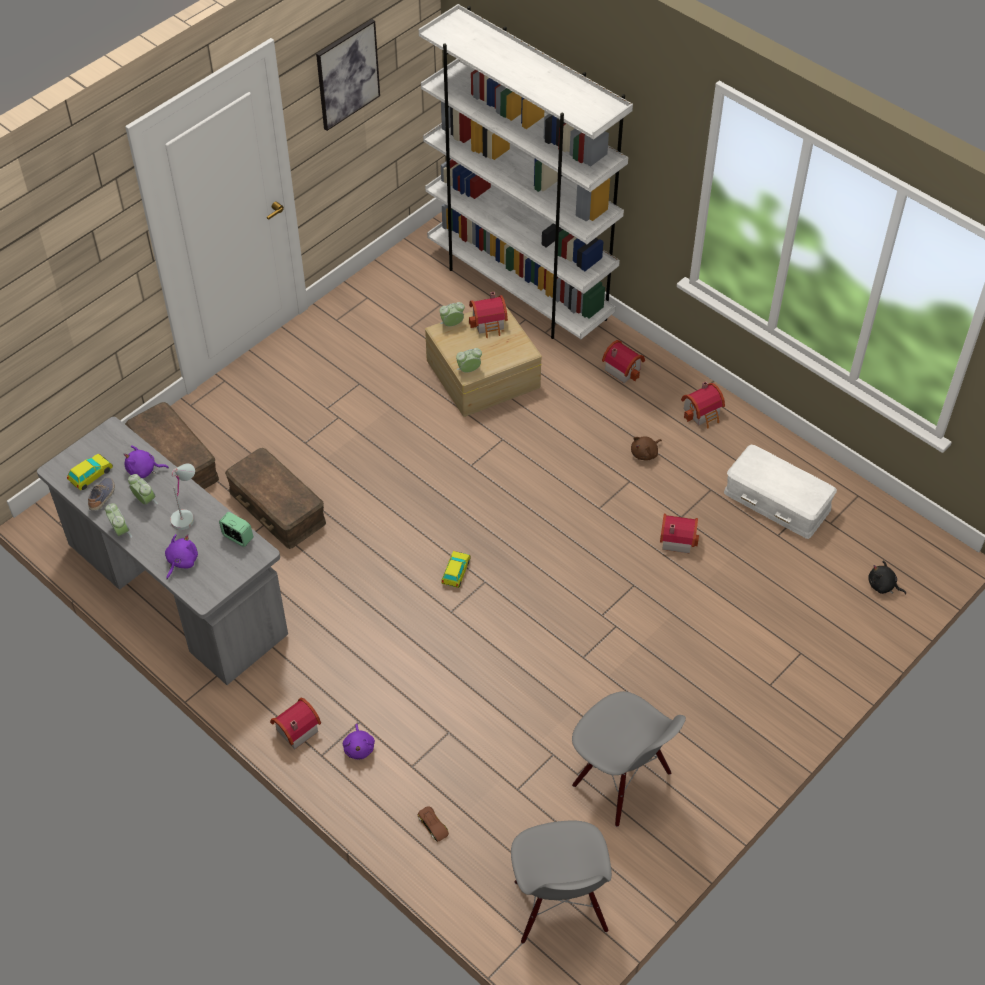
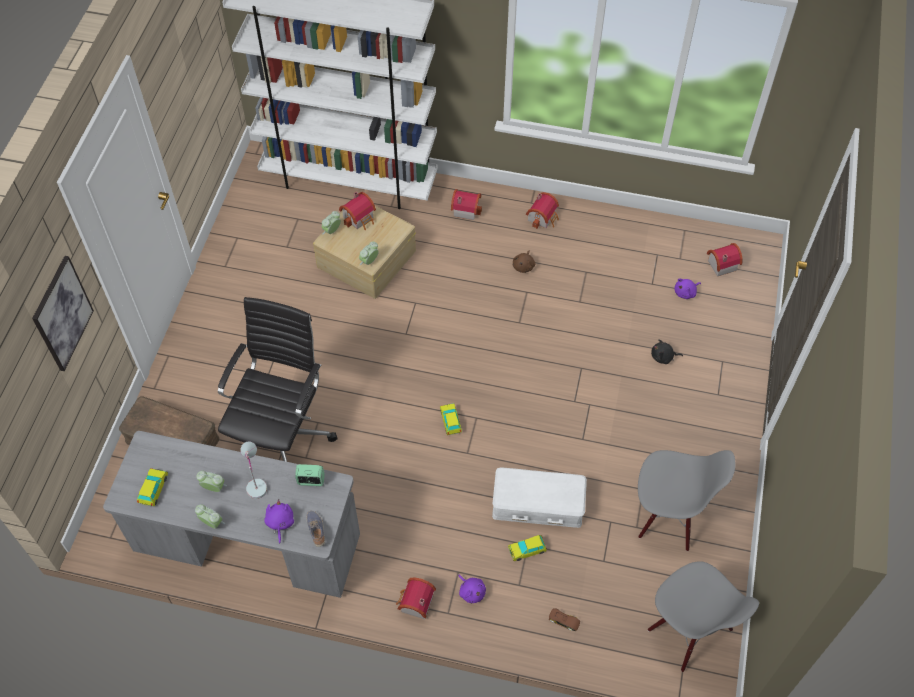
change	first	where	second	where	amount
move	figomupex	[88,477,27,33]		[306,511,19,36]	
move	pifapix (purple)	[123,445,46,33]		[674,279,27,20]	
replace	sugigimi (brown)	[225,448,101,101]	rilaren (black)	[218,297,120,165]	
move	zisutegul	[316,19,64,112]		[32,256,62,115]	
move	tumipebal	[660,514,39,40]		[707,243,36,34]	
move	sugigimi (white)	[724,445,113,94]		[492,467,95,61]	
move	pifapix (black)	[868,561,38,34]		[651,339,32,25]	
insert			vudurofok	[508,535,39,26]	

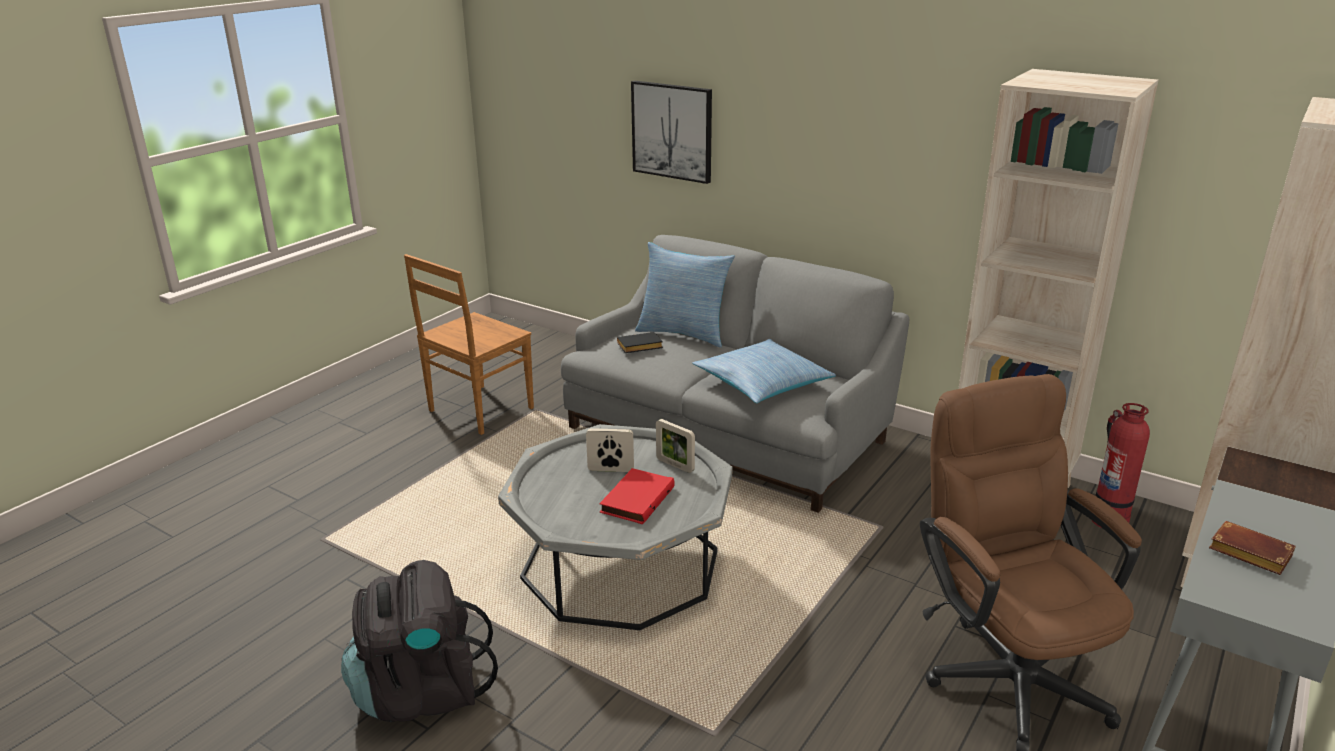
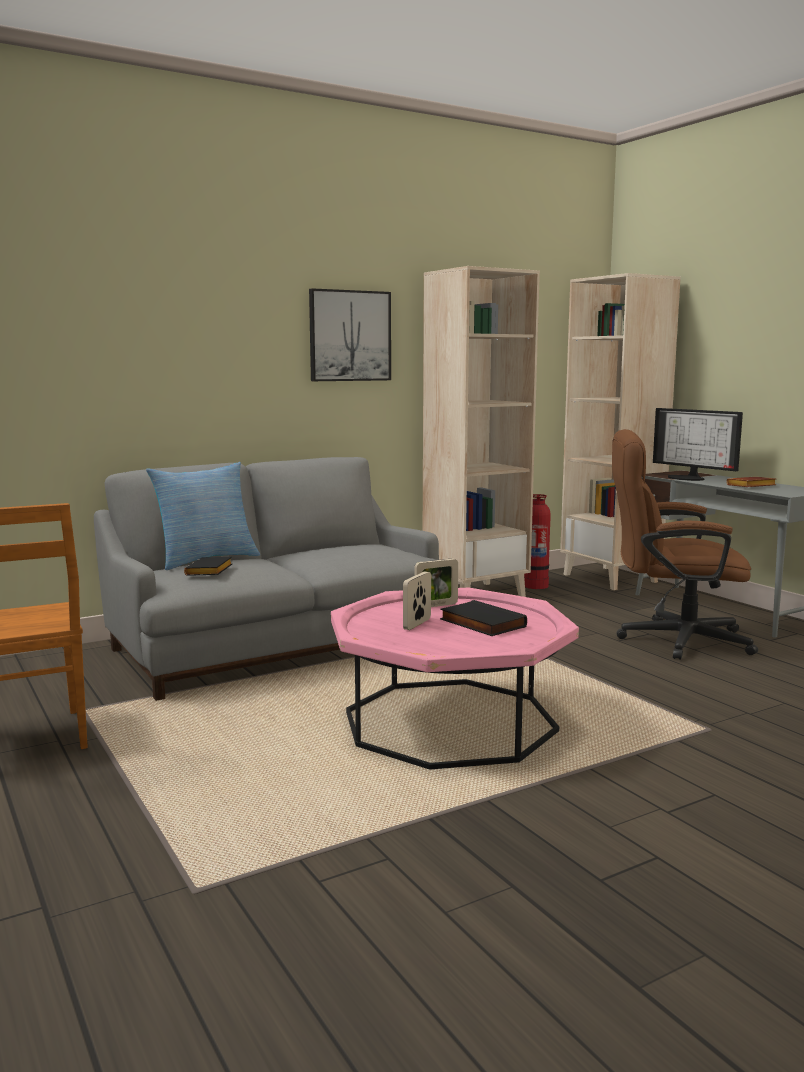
change	first	where	second	where	amount
delete	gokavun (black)	[341,560,157,162]			
recolor	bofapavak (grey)	[498,424,235,206]	bofapavak (pink)	[331,588,248,182]	
recolor	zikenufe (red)	[599,468,76,56]	zikenufe (black)	[440,600,87,36]	
move	zisutegul	[631,81,81,103]		[309,288,82,93]	
delete	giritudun	[692,339,144,64]			
insert			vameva	[653,408,90,73]	

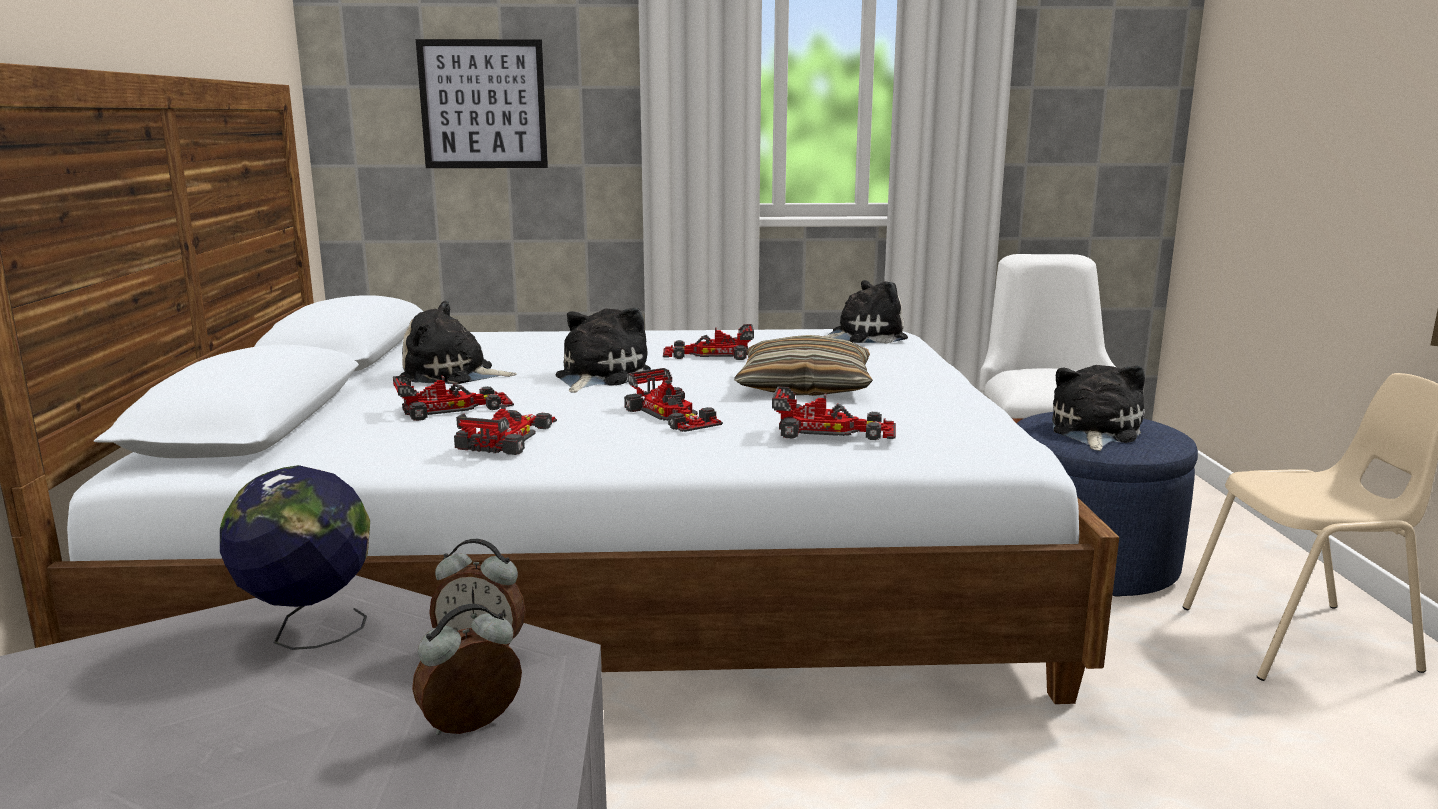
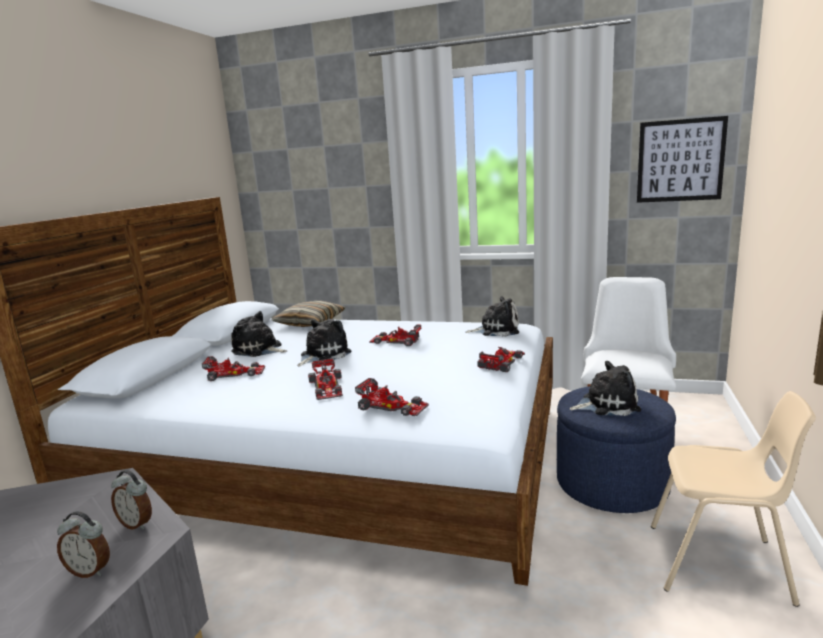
change	first	where	second	where	amount
delete	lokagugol	[220,465,150,185]			
rotate	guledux	[412,604,110,131]		[57,511,53,67]	150 degrees counterclockwise
move	zisutegul	[416,39,132,129]		[637,116,91,87]	
move	vudurofok	[454,404,103,51]		[477,347,48,25]	
move	giritudun	[734,335,139,61]		[271,301,75,26]	
rotate	pifapix	[1052,365,93,86]		[570,361,71,55]	45 degrees clockwise

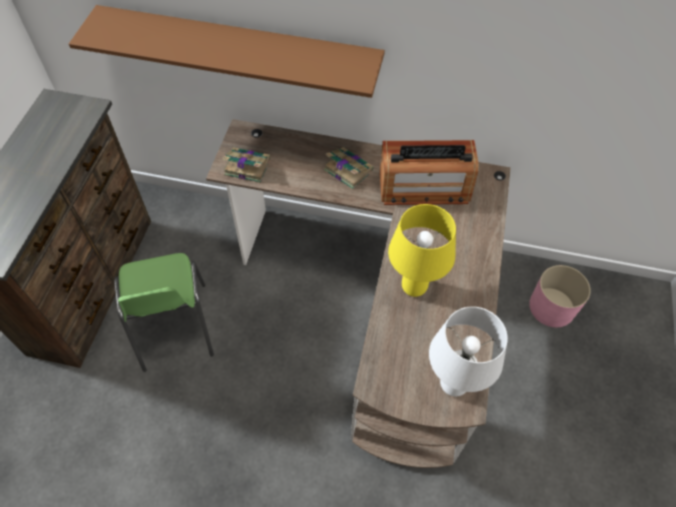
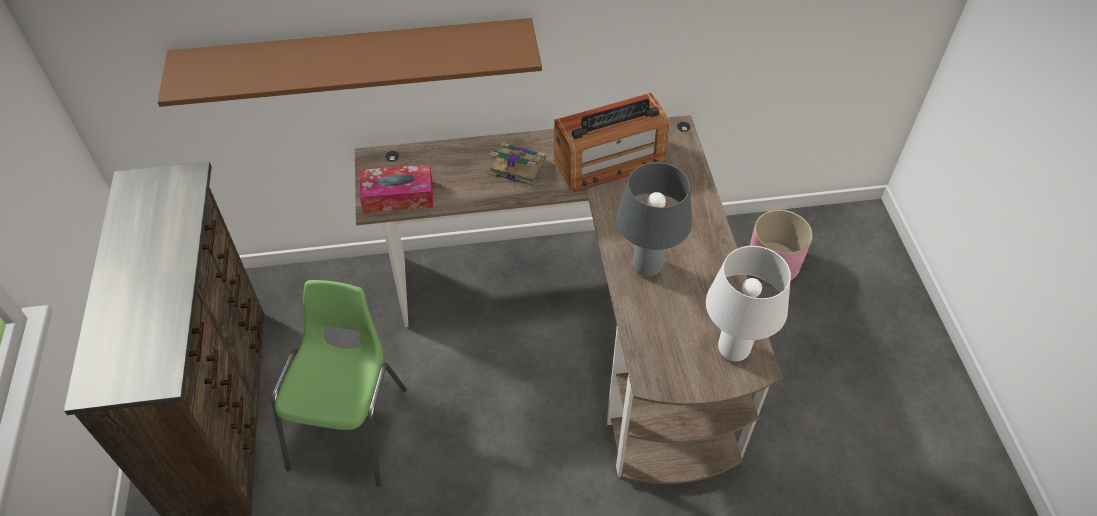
change	first	where	second	where	amount
rotate	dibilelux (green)	[114,253,100,119]		[271,280,136,206]	135 degrees counterclockwise
replace	zikenufe	[222,147,48,36]	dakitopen	[359,164,74,49]	
recolor	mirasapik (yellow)	[388,204,68,93]	mirasapik (grey)	[616,162,76,114]	

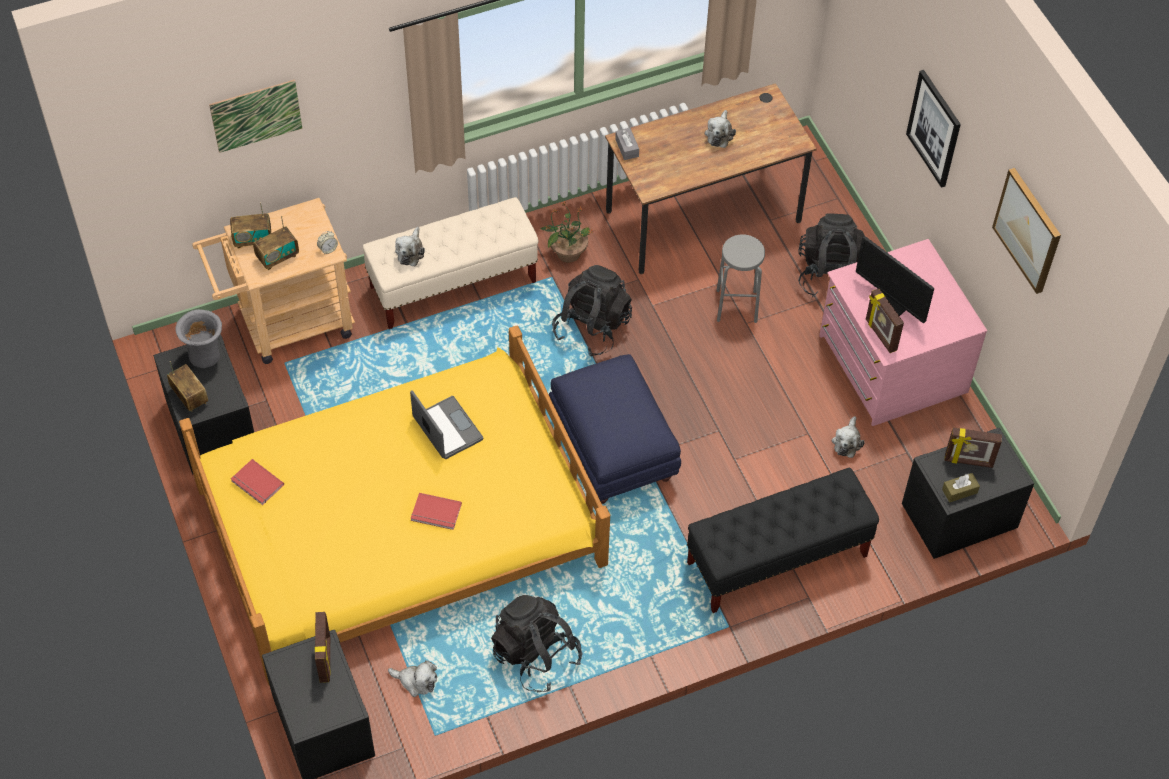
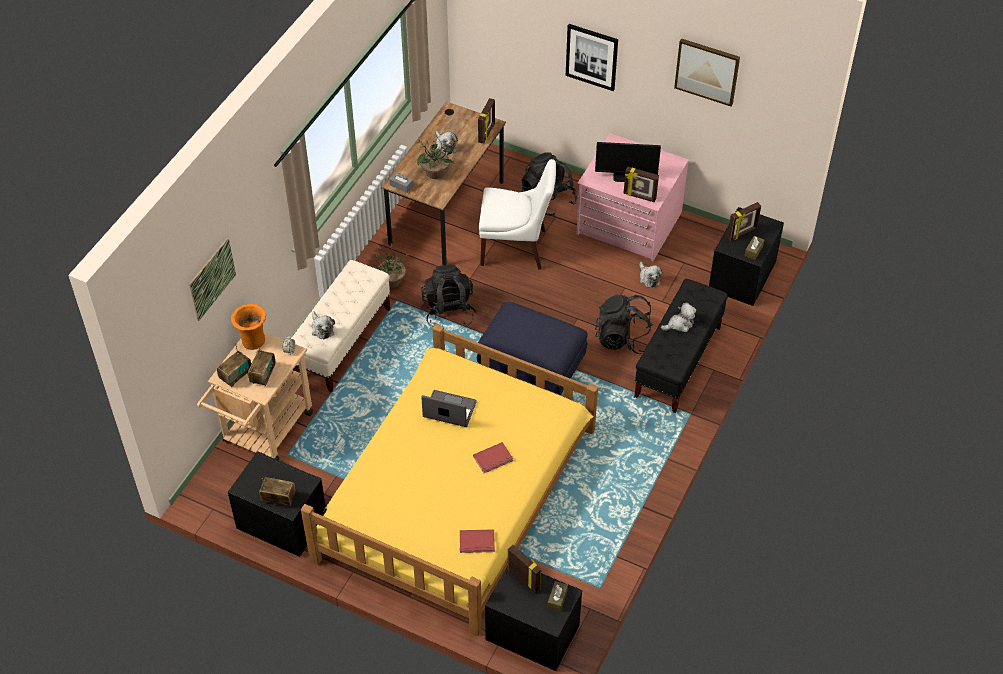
change	first	where	second	where	amount
delete	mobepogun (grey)	[175,309,47,59]			
move	zikenufe (red)	[231,459,53,46]		[460,529,35,24]	
move	pifapix	[388,660,49,37]		[661,303,35,29]	
move	gokavun (black)	[491,595,91,97]		[595,295,58,59]	
replace	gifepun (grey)	[716,234,49,89]	dibilelux (white)	[479,159,77,111]	
insert			mobepogun (orange)	[231,304,35,46]	
insert			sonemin	[416,135,39,44]	
insert			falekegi	[478,98,17,46]	
insert			dakitopen (brown)	[548,581,20,31]	

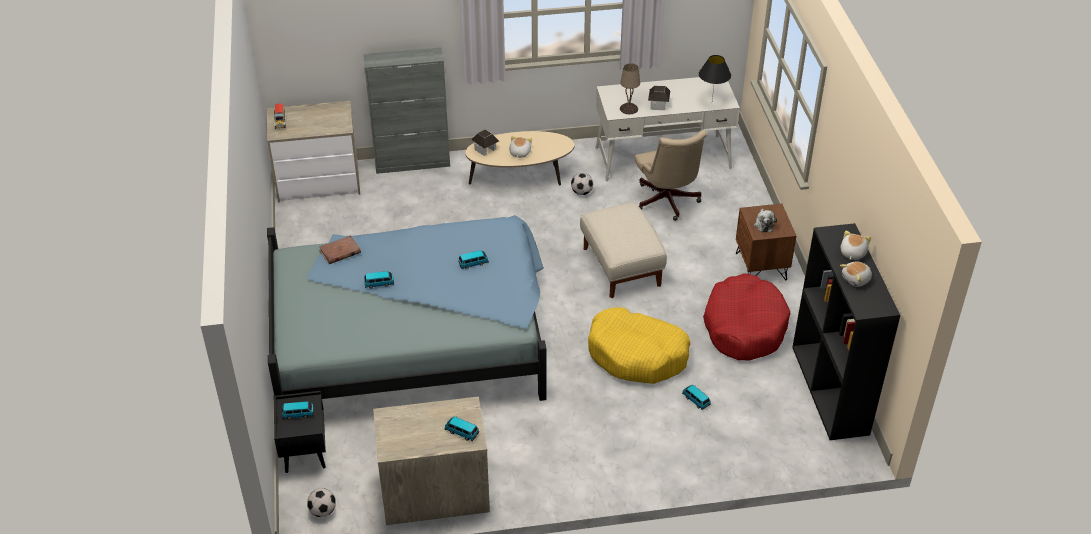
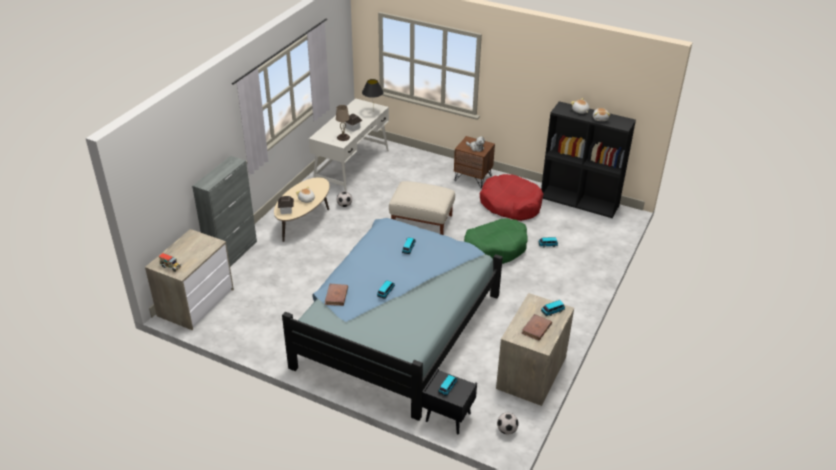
change	first	where	second	where	amount
recolor	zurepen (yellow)	[588,307,103,77]	zurepen (green)	[464,218,64,46]	
delete	rilaren (beige)	[635,130,71,91]			
insert			zikenufe (brown)	[521,314,31,27]	

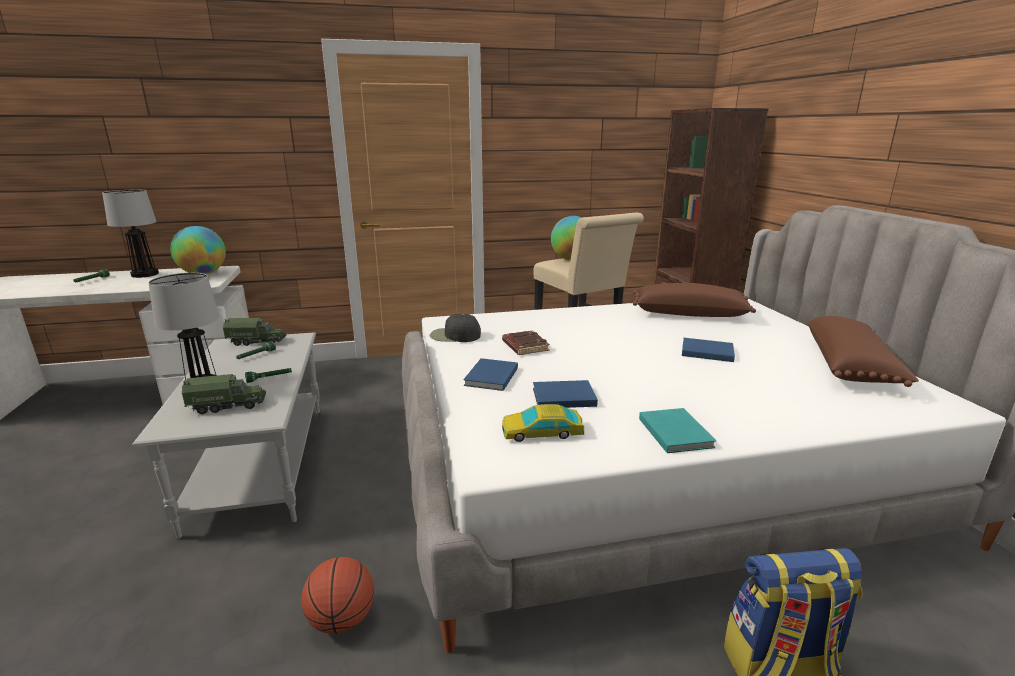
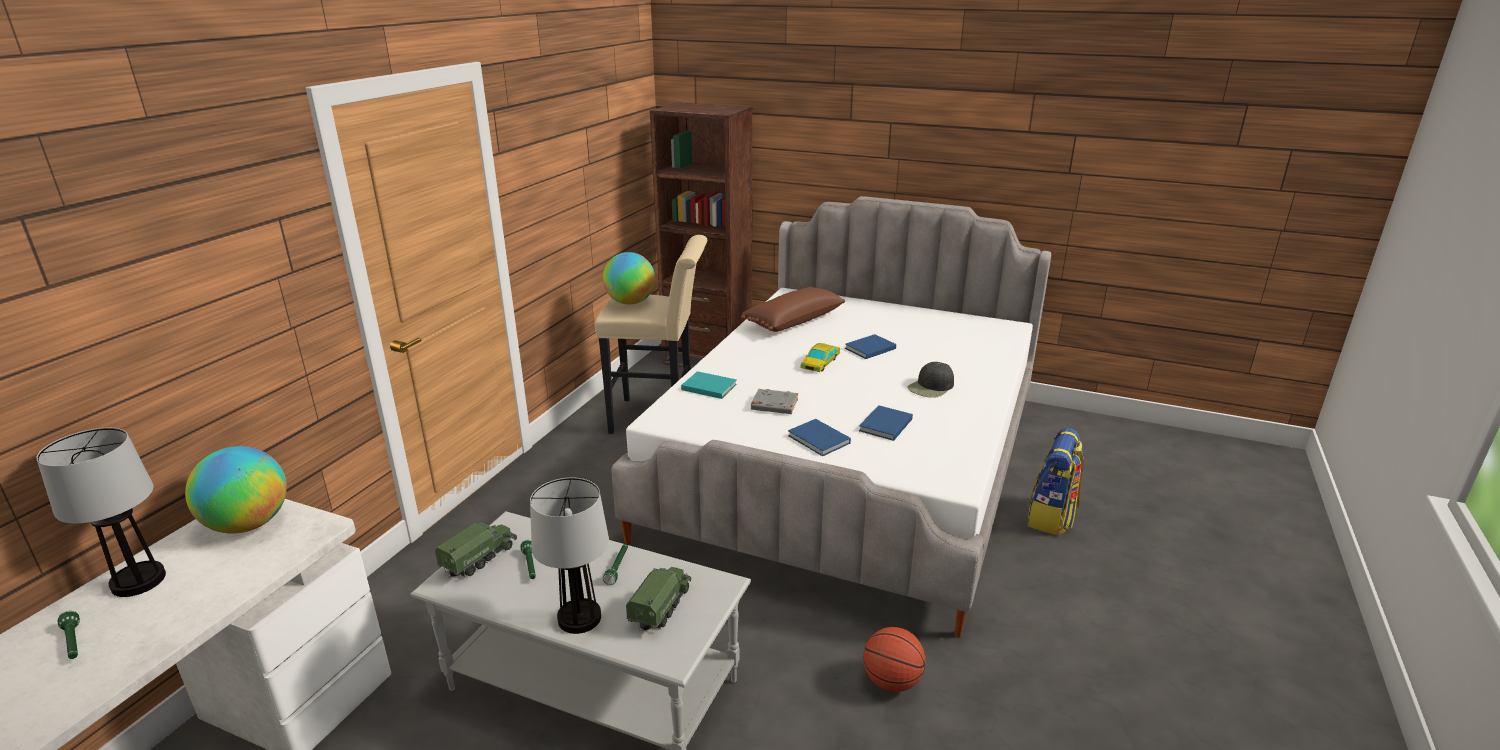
change	first	where	second	where	amount
move	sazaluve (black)	[429,314,52,28]		[907,362,47,36]	
recolor	zikenufe (brown)	[502,330,48,25]	zikenufe (grey)	[751,389,47,25]	
move	vudurofok	[502,404,82,38]		[800,343,40,29]	
move	zikenufe (turquoise)	[639,408,77,45]		[681,371,56,28]	
delete	giritudun (brown)	[808,316,111,71]			

